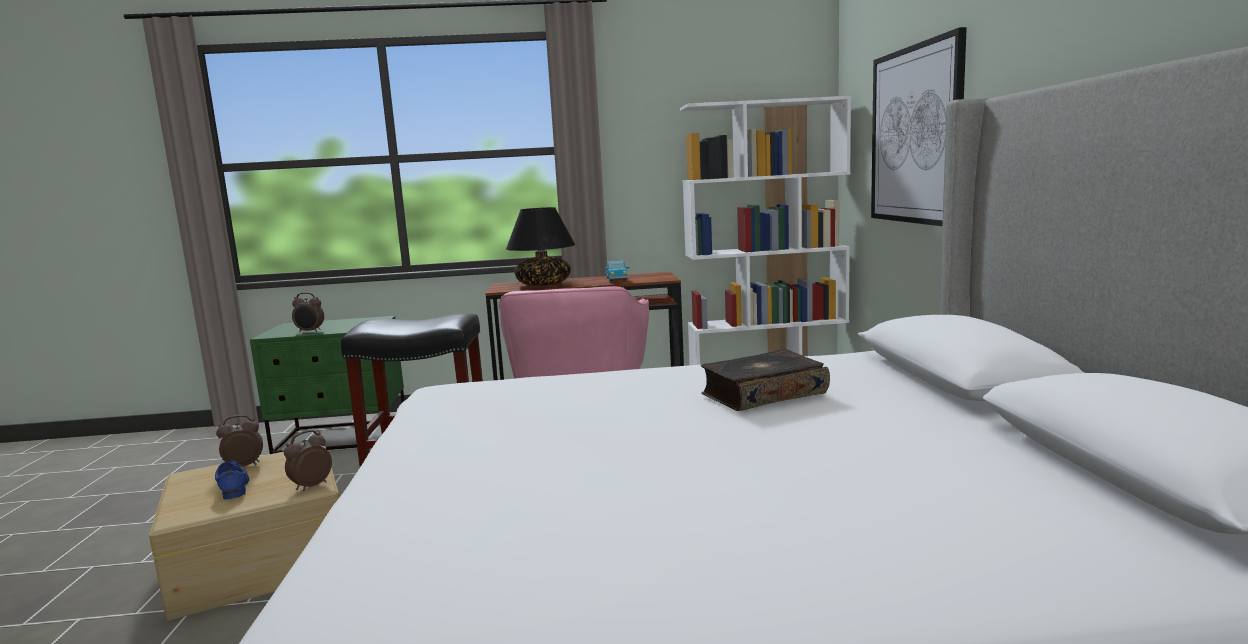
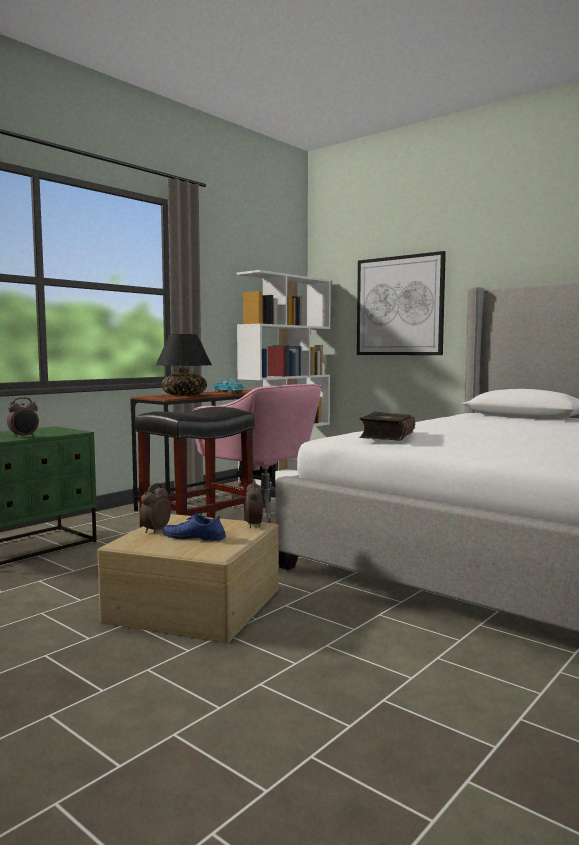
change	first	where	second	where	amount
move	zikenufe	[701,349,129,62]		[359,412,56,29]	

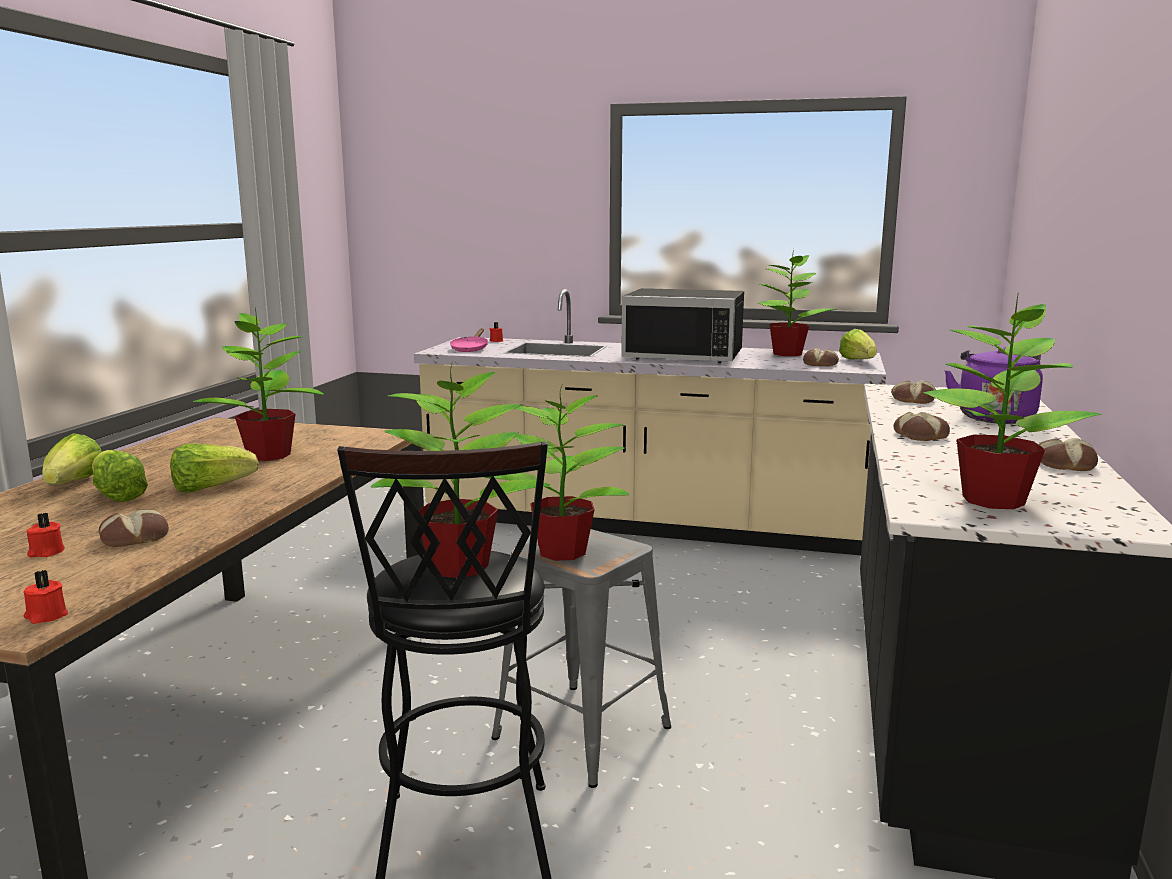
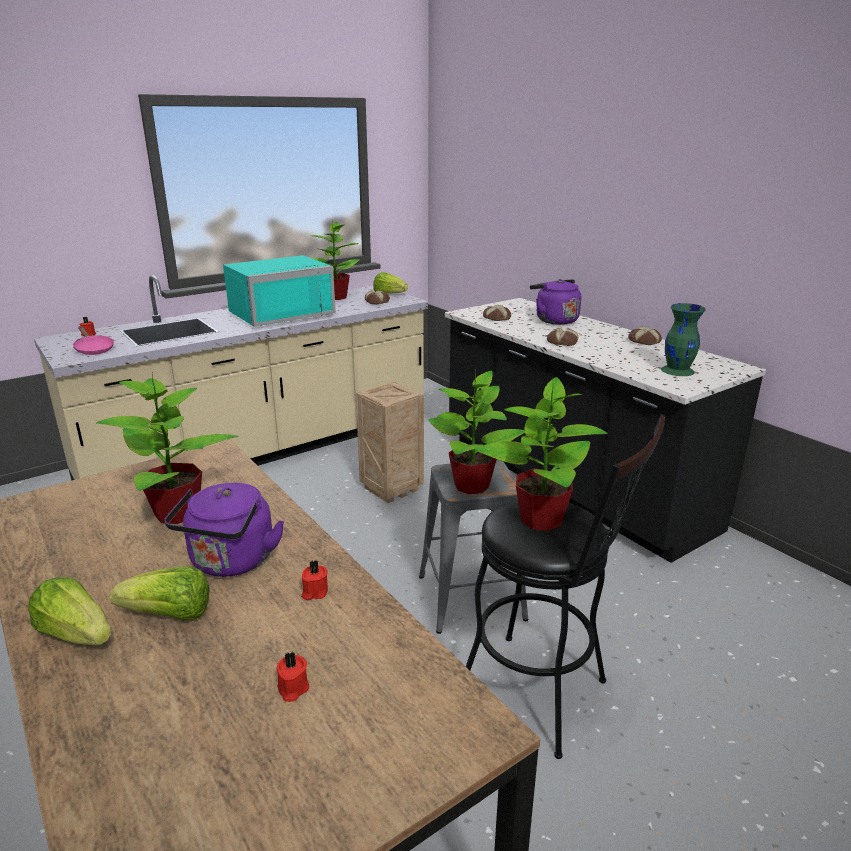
change	first	where	second	where	amount
move	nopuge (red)	[23,570,45,54]		[301,560,27,40]	
delete	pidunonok	[99,509,70,38]			
replace	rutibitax	[170,443,88,49]	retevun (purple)	[164,483,120,94]	
recolor	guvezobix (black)	[621,288,123,75]	guvezobix (turquoise)	[223,255,113,72]	
replace	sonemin	[924,293,177,216]	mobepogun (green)	[661,303,45,73]	
insert			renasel	[356,381,68,122]	

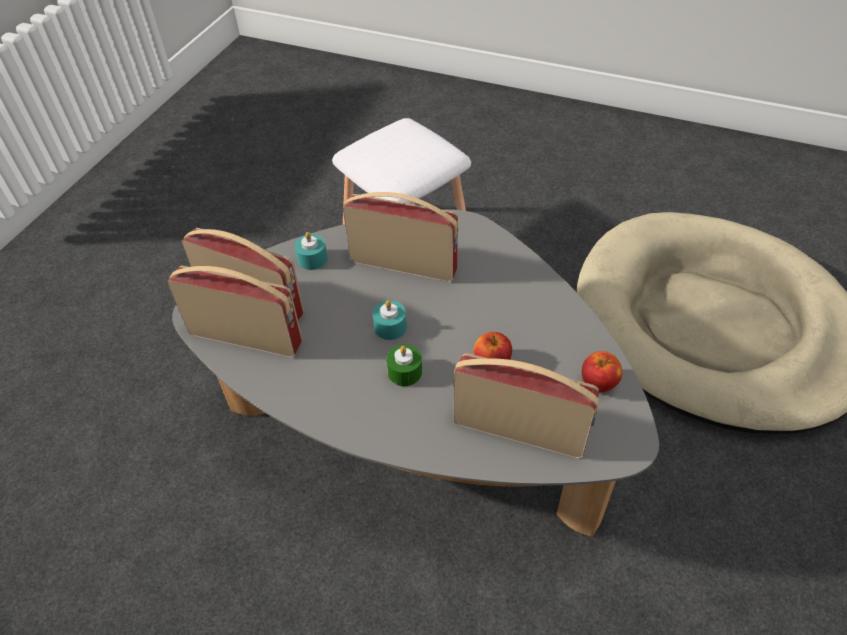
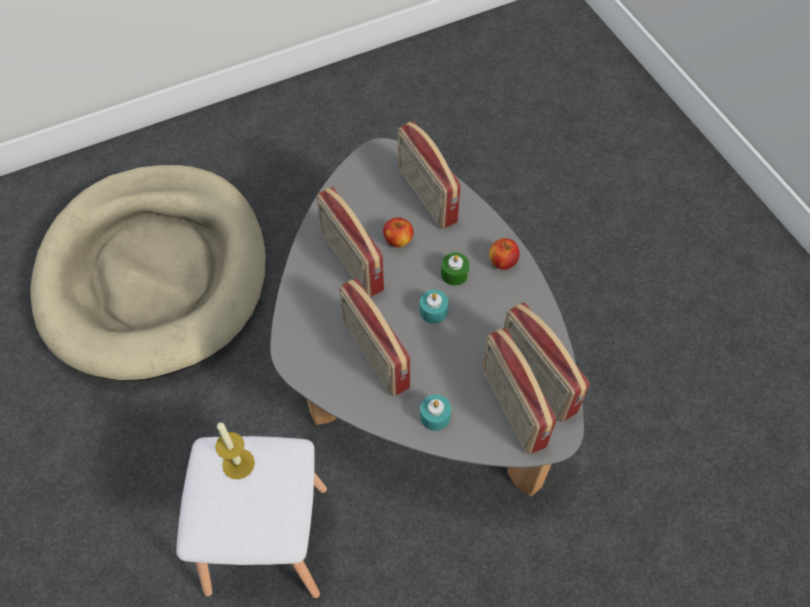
change	first	where	second	where	amount
move	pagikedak	[582,351,40,41]		[489,238,31,32]	
insert			nopuge	[215,423,40,56]	
insert			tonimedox	[316,187,68,110]	

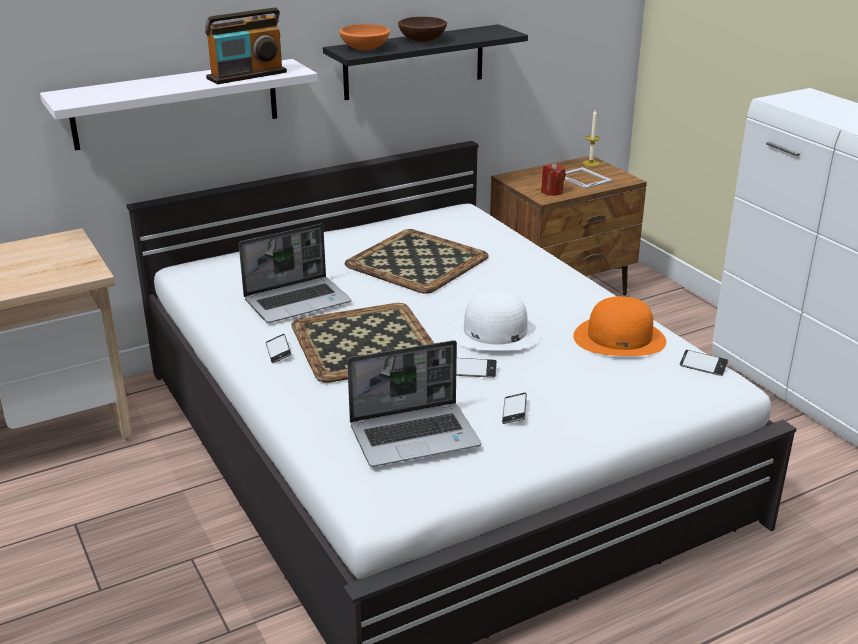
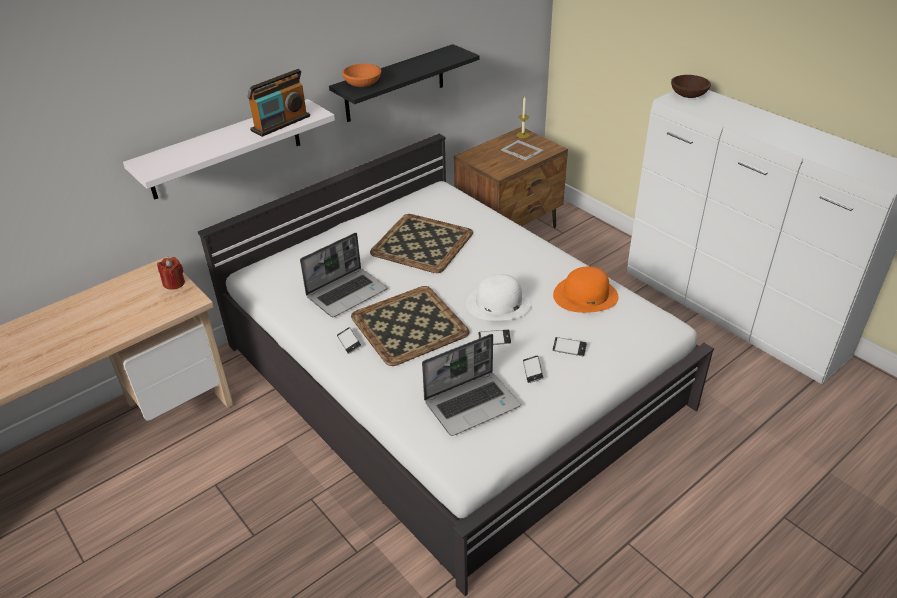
change	first	where	second	where	amount
move	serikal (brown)	[398,17,49,25]		[671,75,40,23]	
move	nopuge (red)	[541,162,25,34]		[157,257,28,33]	
move	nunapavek	[680,350,48,26]		[553,337,34,19]	

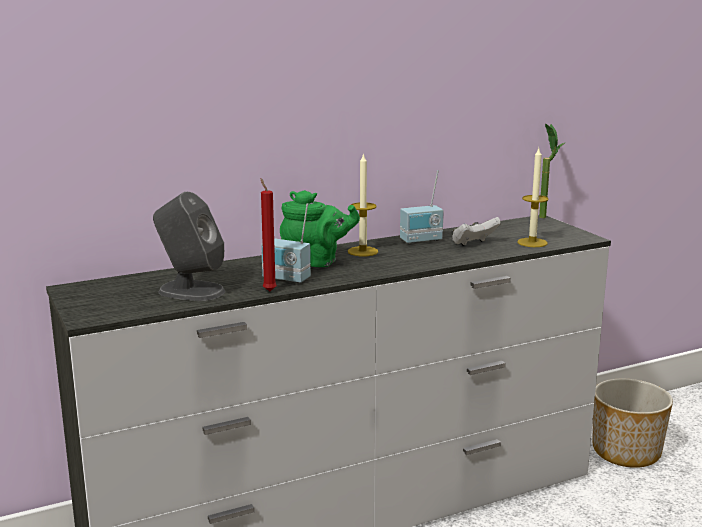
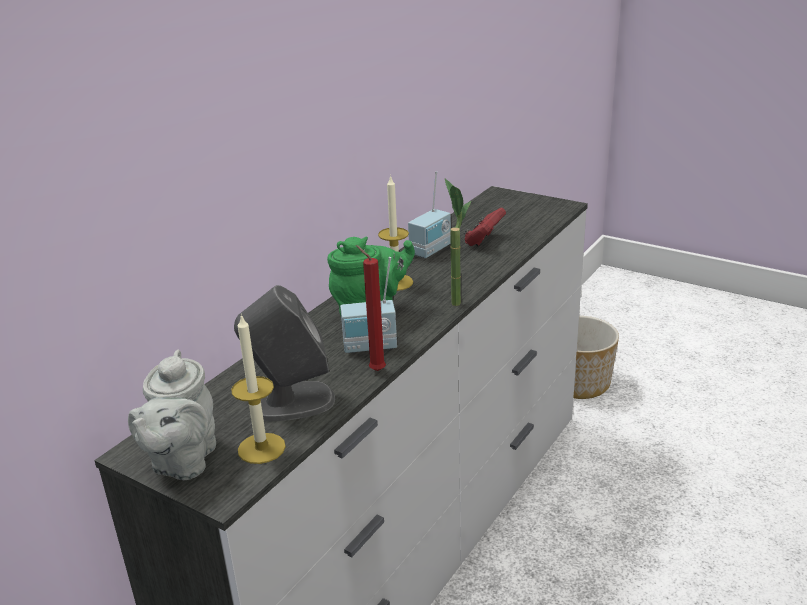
change	first	where	second	where	amount
recolor	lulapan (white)	[452,217,49,29]	lulapan (red)	[464,208,42,38]	
move	nopuge	[517,148,32,99]		[231,314,55,150]	
move	sonemin	[539,123,27,95]		[445,178,26,128]	
insert			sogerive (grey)	[128,350,88,130]	

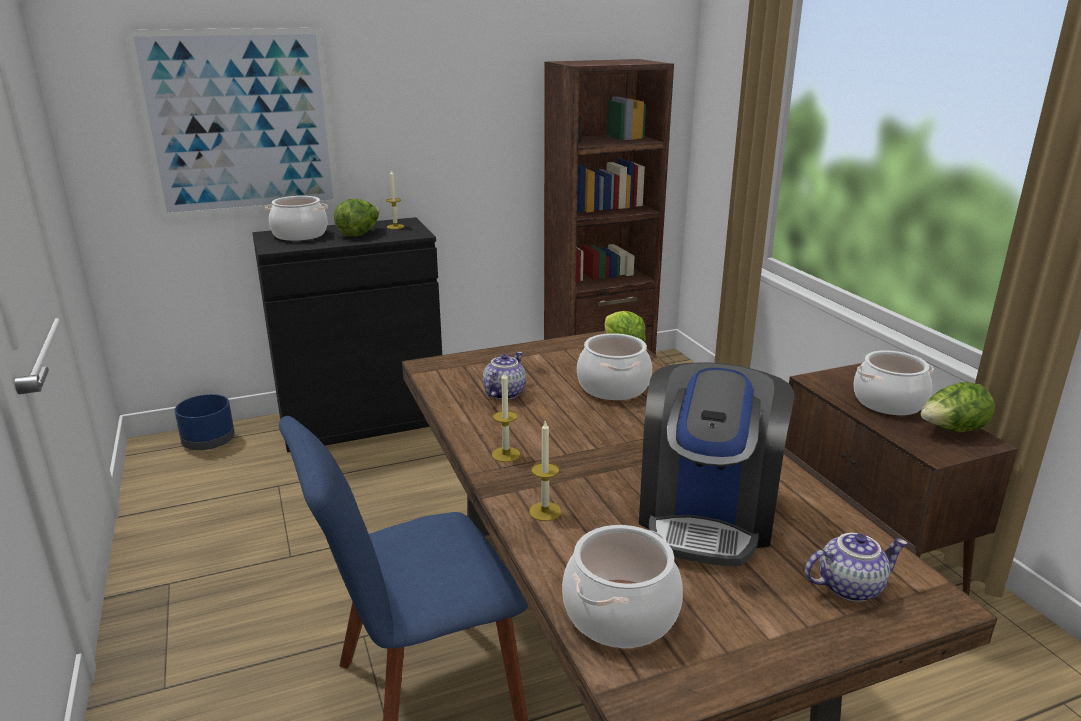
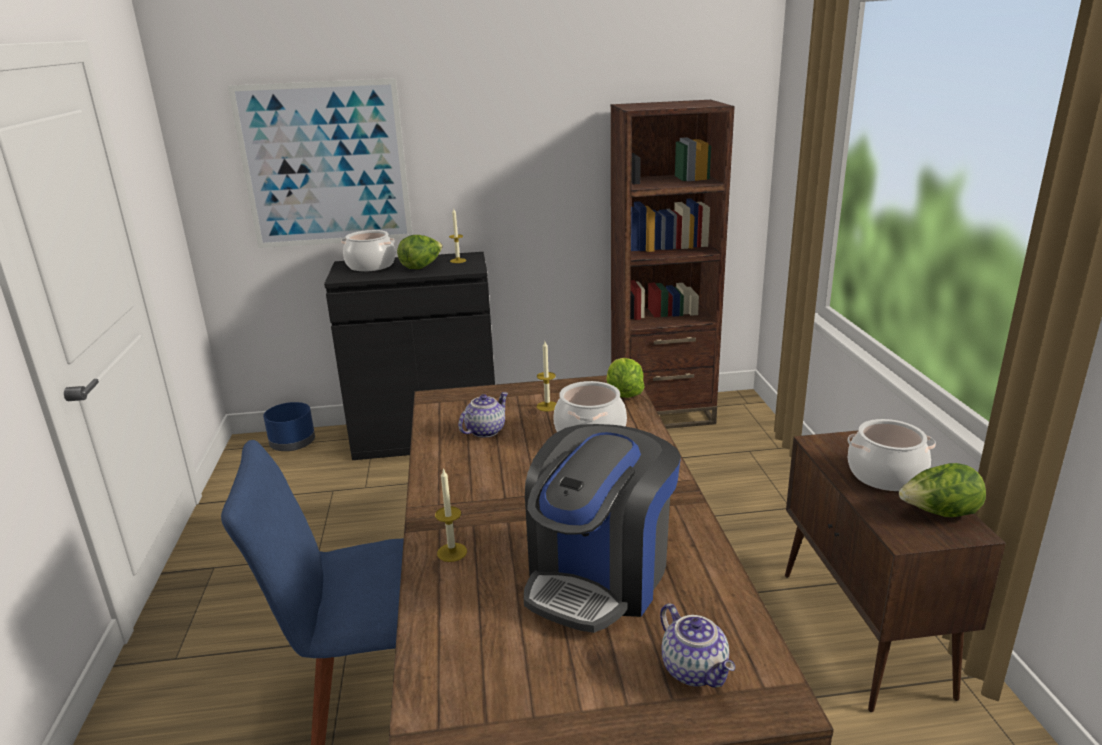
change	first	where	second	where	amount
move	nopuge	[492,371,28,91]		[537,341,19,70]	
delete	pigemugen	[562,525,121,123]			
rotate	sogerive	[805,533,103,69]		[660,603,75,85]	60 degrees clockwise

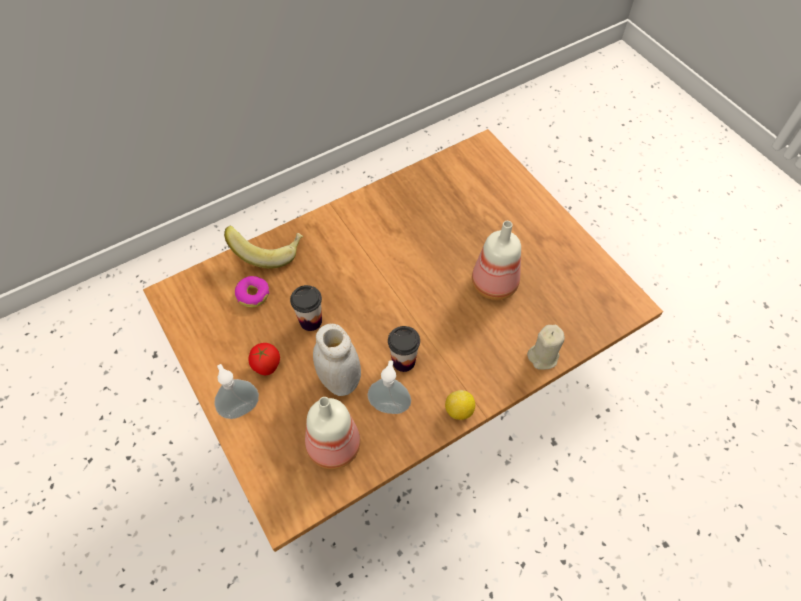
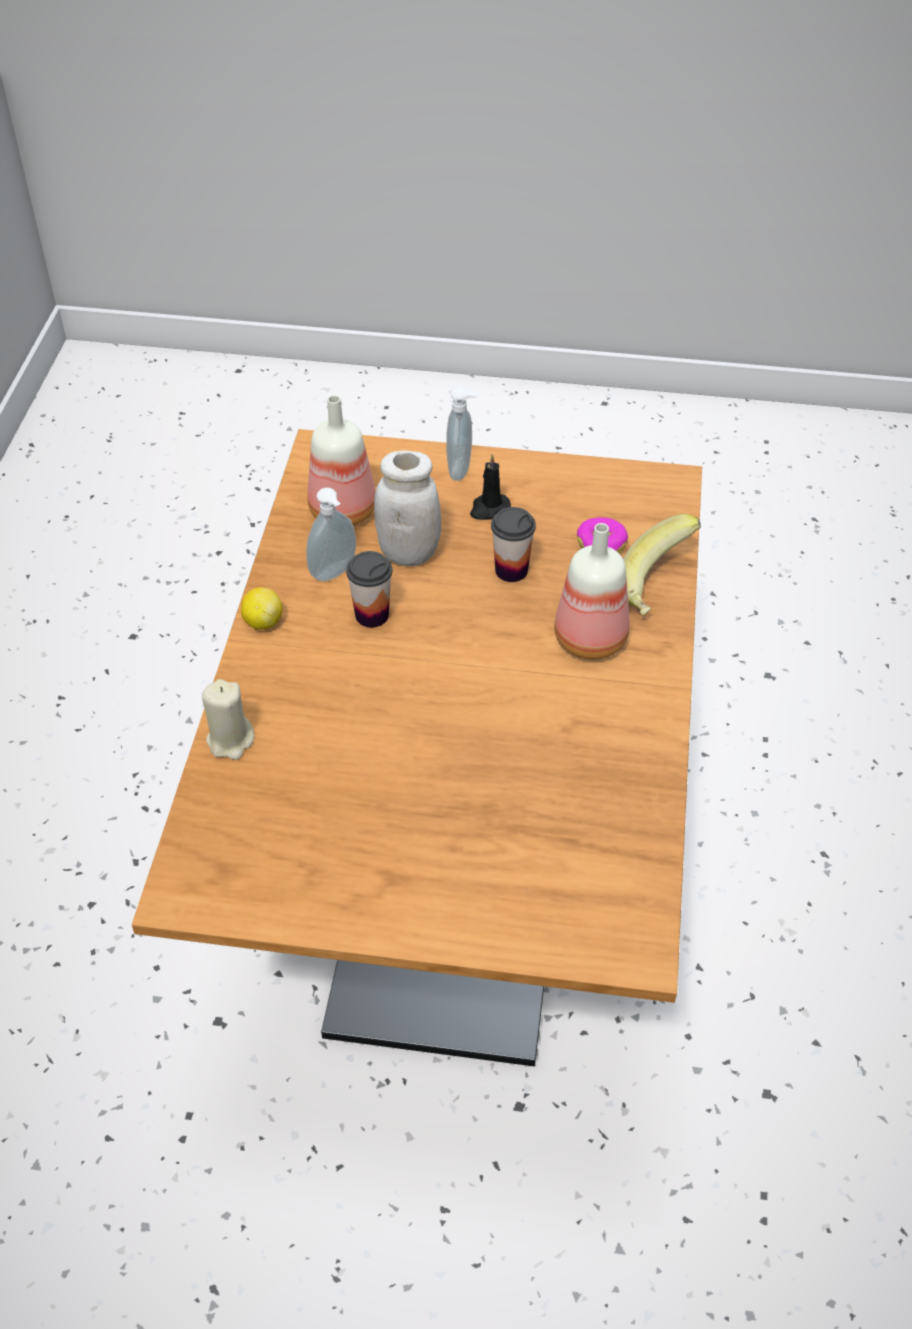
change	first	where	second	where	amount
replace	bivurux	[249,343,31,32]	nopuge (black)	[470,454,41,66]	
move	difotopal	[472,221,49,79]		[554,523,76,136]	

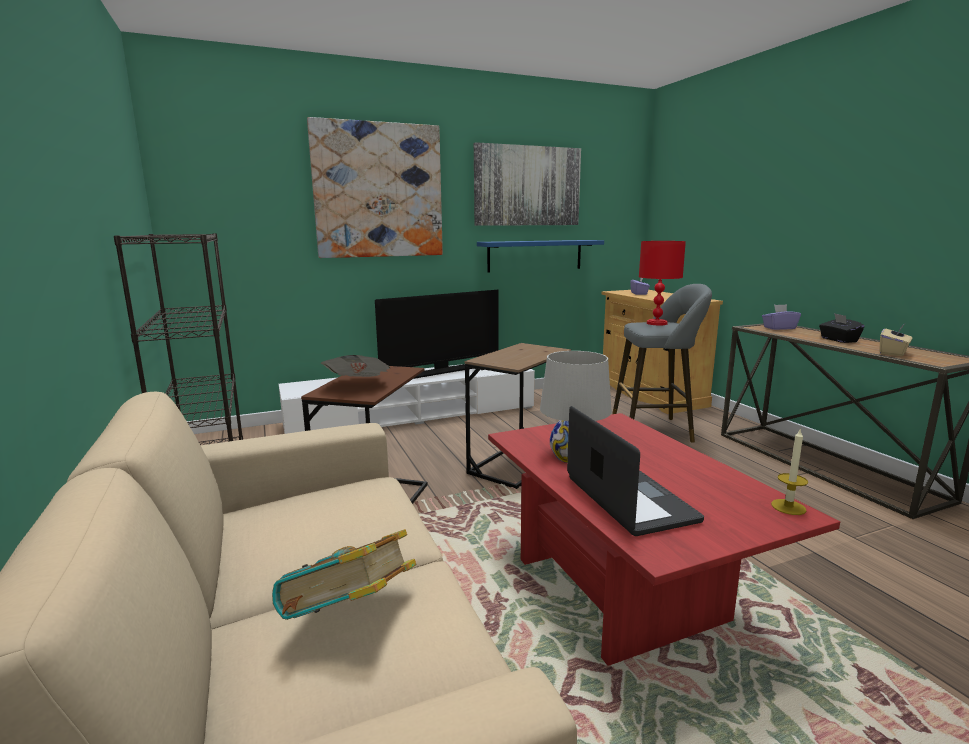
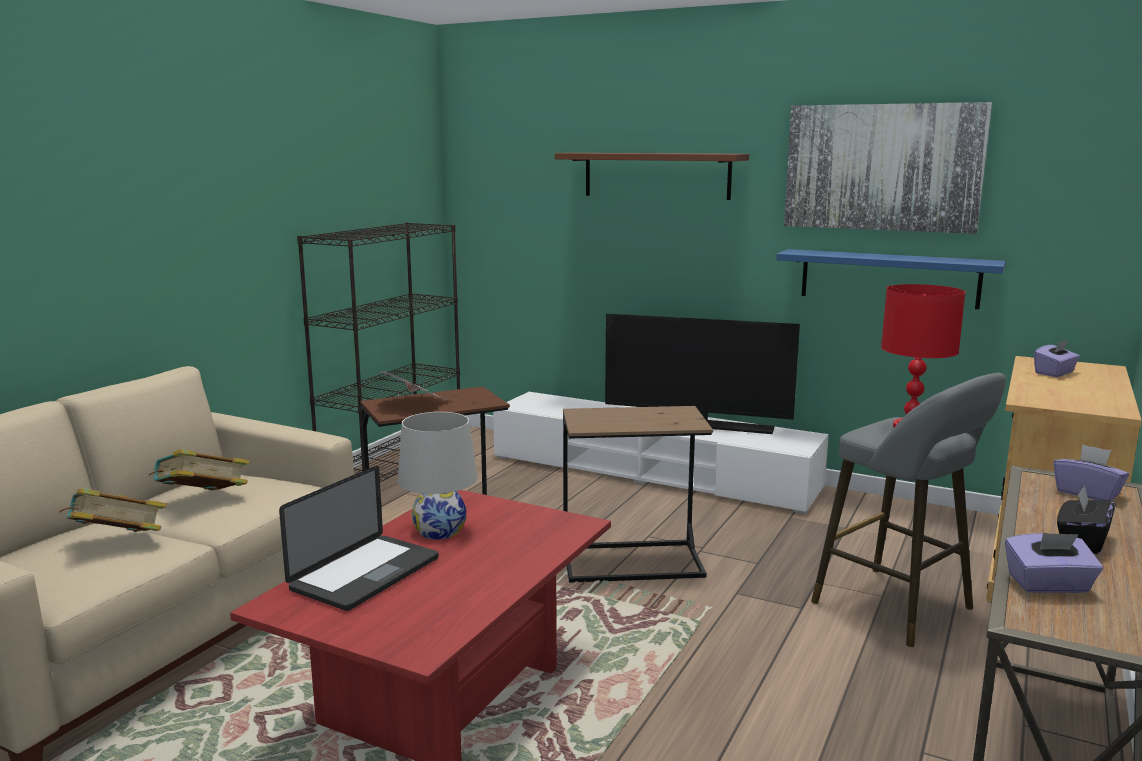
change	first	where	second	where	amount
replace	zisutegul	[307,117,136,141]	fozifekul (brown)	[555,153,194,47]	
delete	nopuge	[771,428,37,87]			
recolor	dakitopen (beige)	[880,325,32,31]	dakitopen (purple)	[1005,533,98,60]	
insert			zikenufe	[149,449,100,41]	

